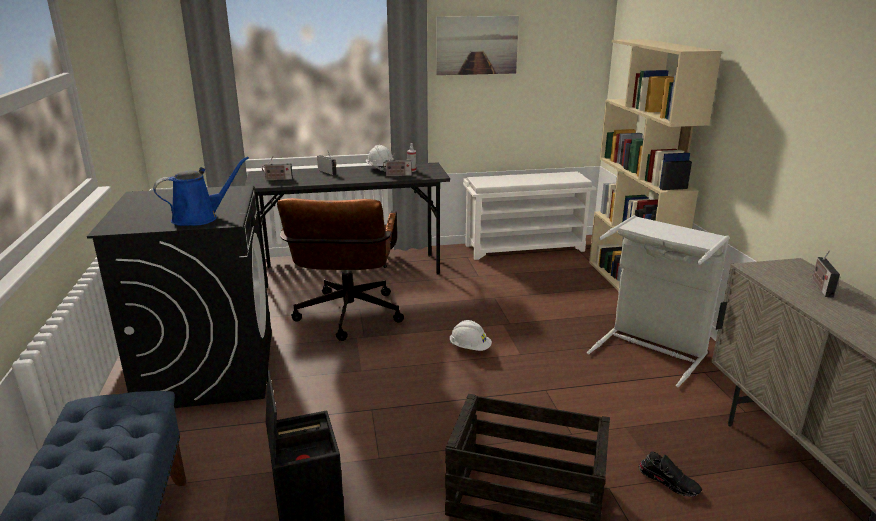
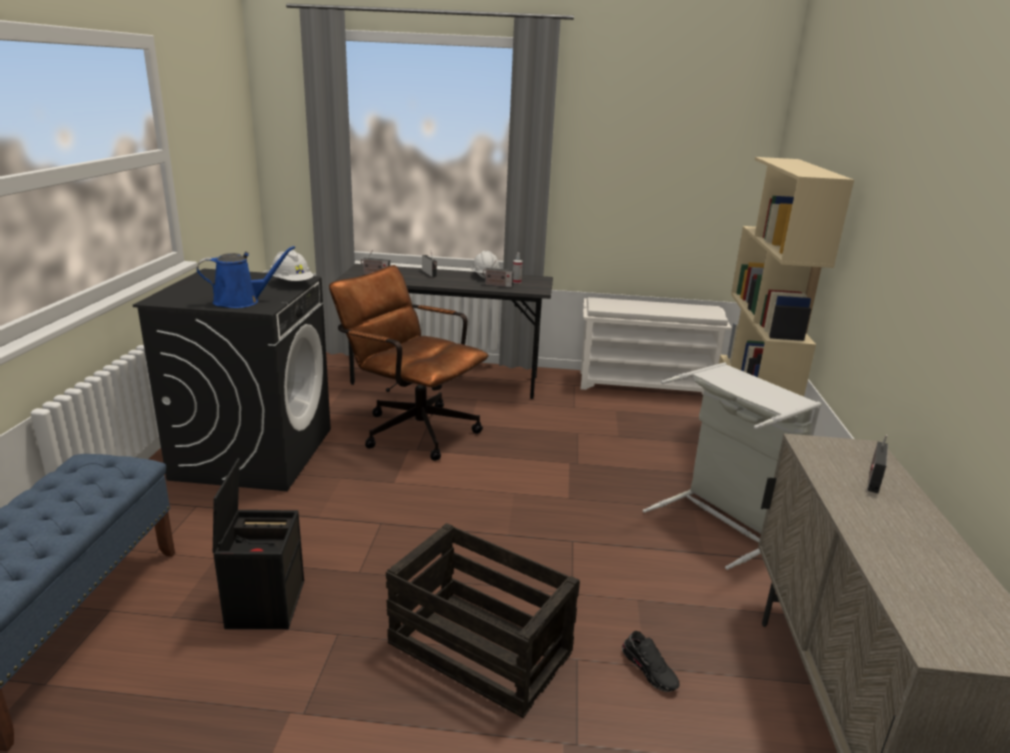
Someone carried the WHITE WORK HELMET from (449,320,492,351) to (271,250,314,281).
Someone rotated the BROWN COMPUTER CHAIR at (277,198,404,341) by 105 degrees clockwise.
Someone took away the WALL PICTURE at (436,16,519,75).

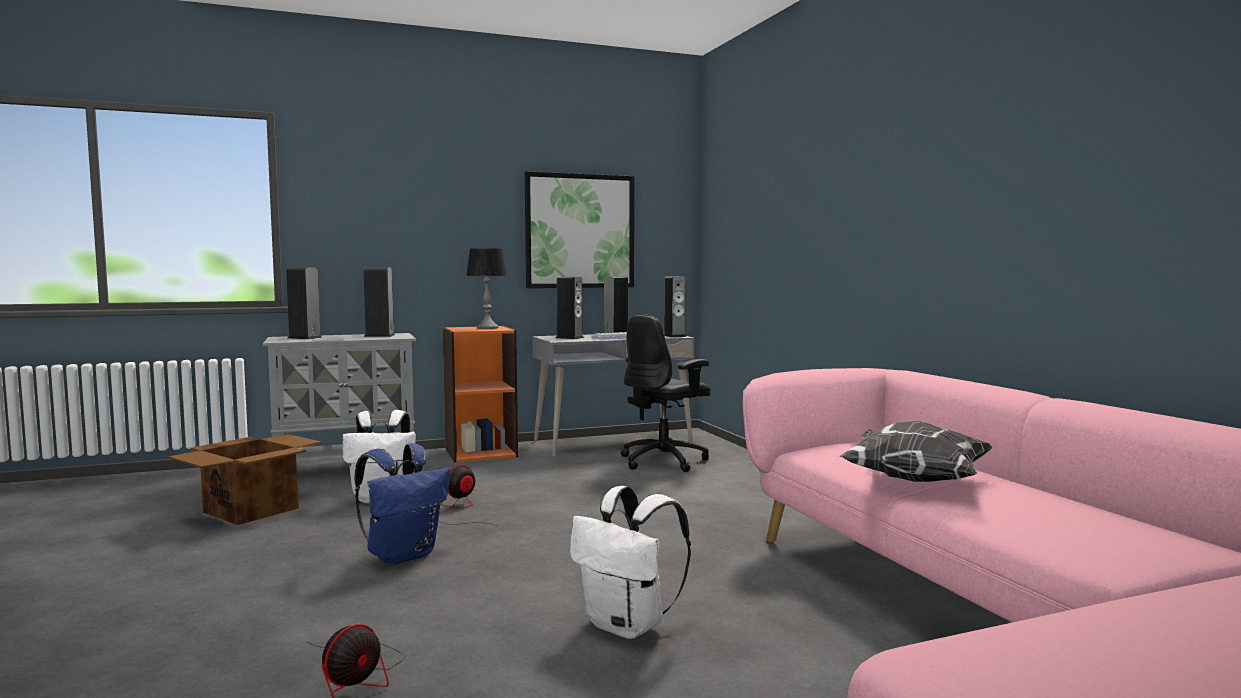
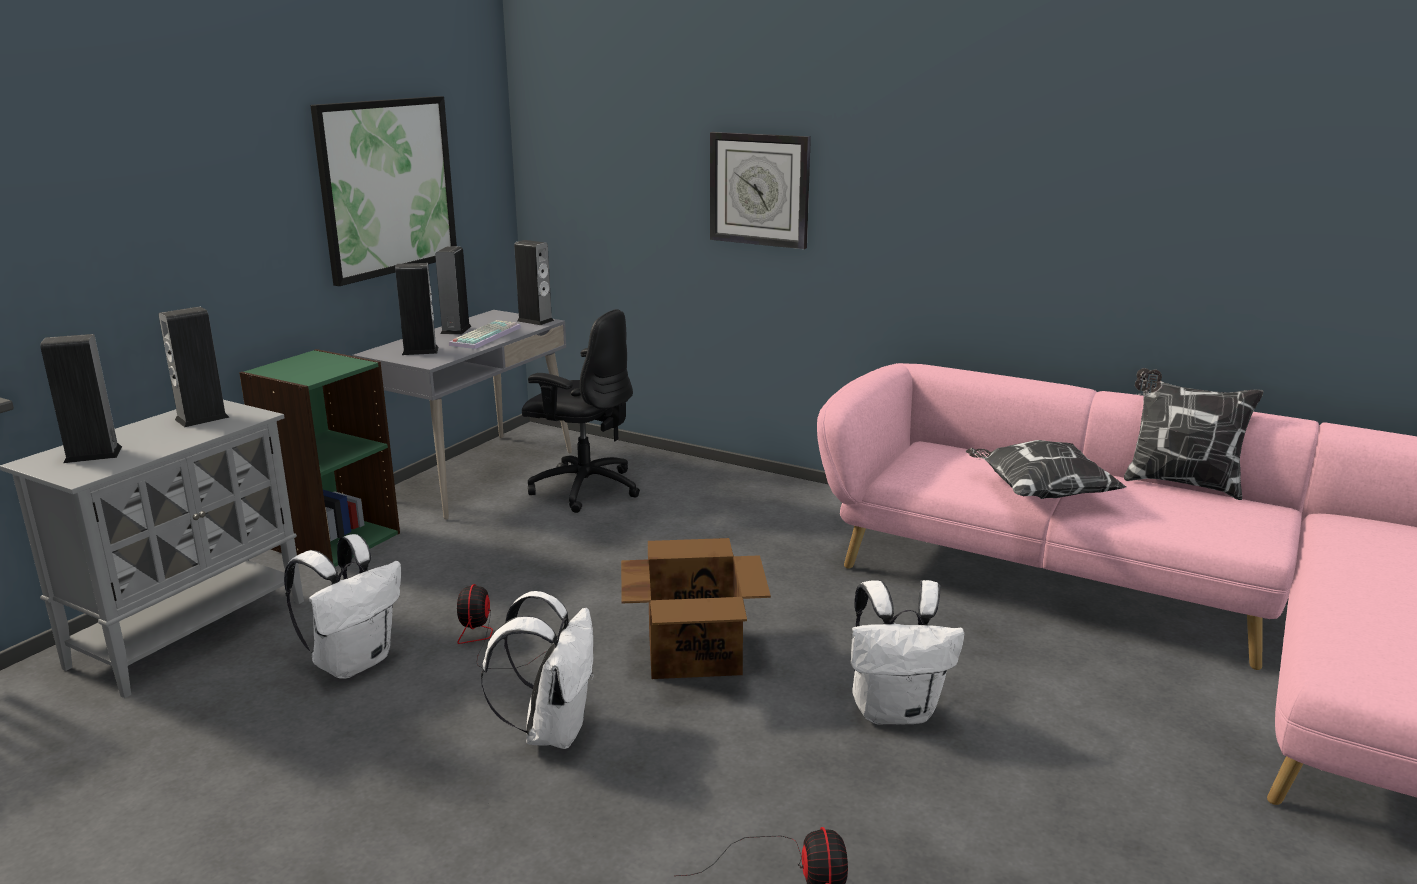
Someone repainted the ORANGE-COLOURED SHELVING UNIT at (443,326,518,463), which became the GREENISH SHELVING UNIT at (239,349,400,567).
Someone repainted the BLUISH RUCKSACK at (355,443,450,565), which became the WHITE RUCKSACK at (481,591,594,749).
Someone rotated the BLACK COMPUTER CHAIR at (621,314,711,472) by 75 degrees counterclockwise.
Someone carried the CARTON from (168,434,322,525) to (621,538,771,679).
Someone put up the HANGING CLOCK at (710,132,811,249).
Someone put down the CUSHION at (1124,368,1264,500).
Someone took away the LAMP FOR A TABLE at (466,248,507,329).

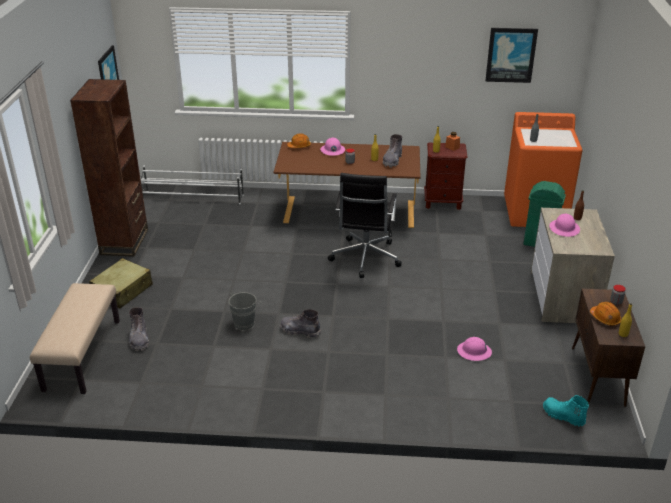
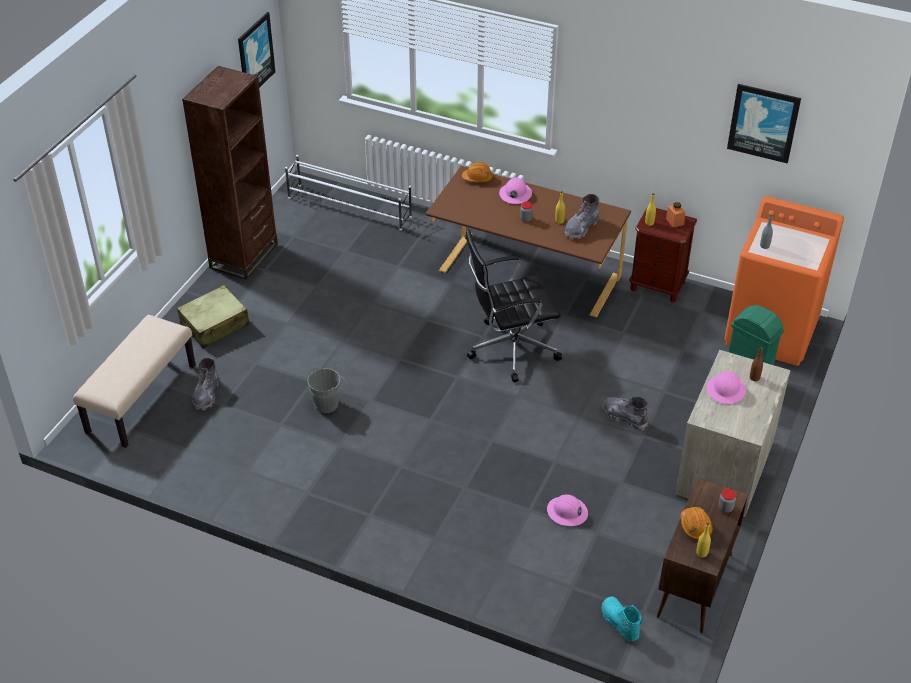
Someone rotated the BLACK COMPUTER CHAIR at (328,173,402,278) by 45 degrees clockwise.
Someone carried the GREY BOOT from (280,309,321,338) to (603,396,648,431).

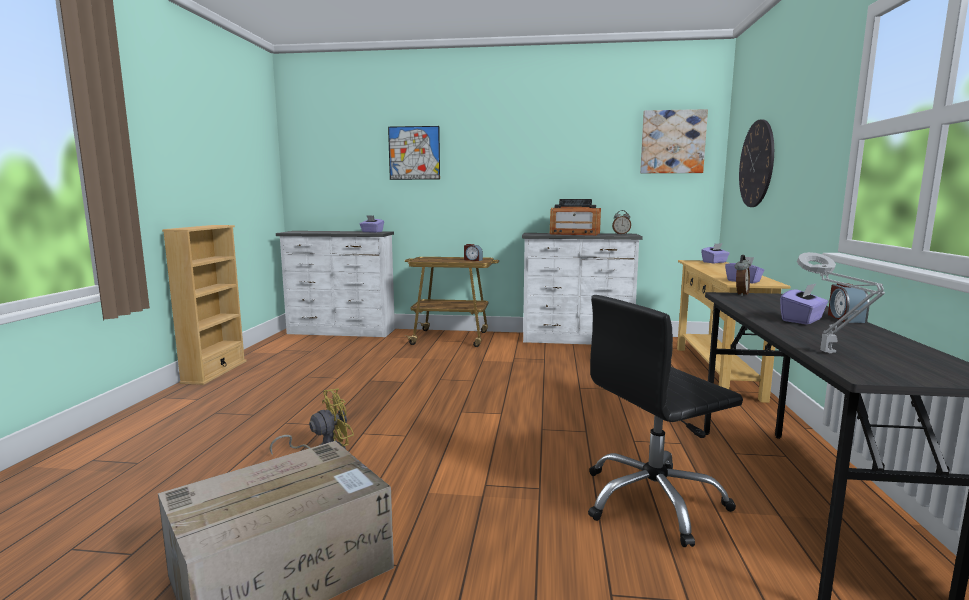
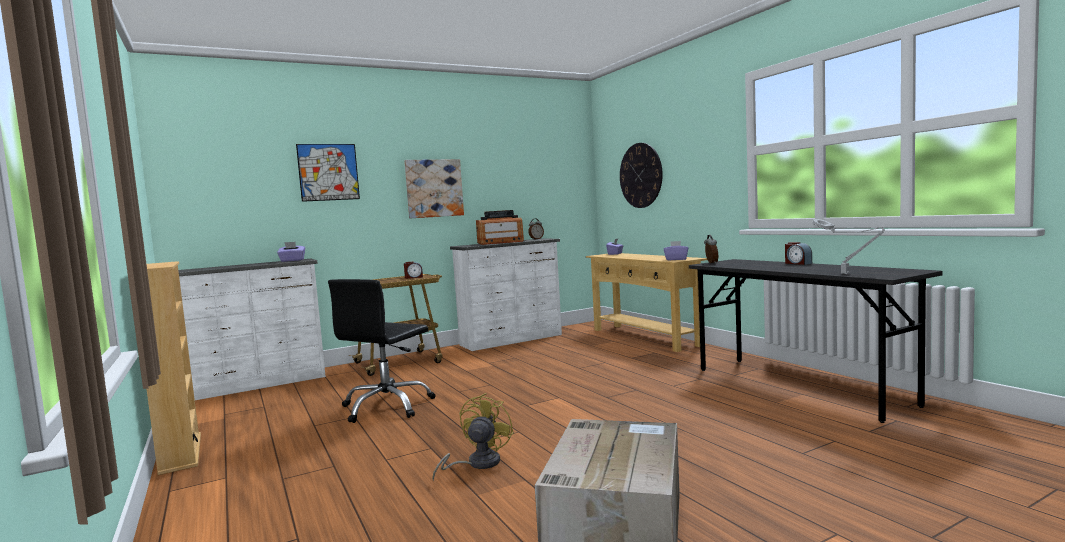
Someone carried the BLACK COMPUTER CHAIR from (588,295,743,547) to (328,279,436,423).
Someone carried the WALL PICTURE from (640,109,708,173) to (404,159,464,218).
Someone took away the PURPLE BOX OF TISSUES at (780,283,828,325).

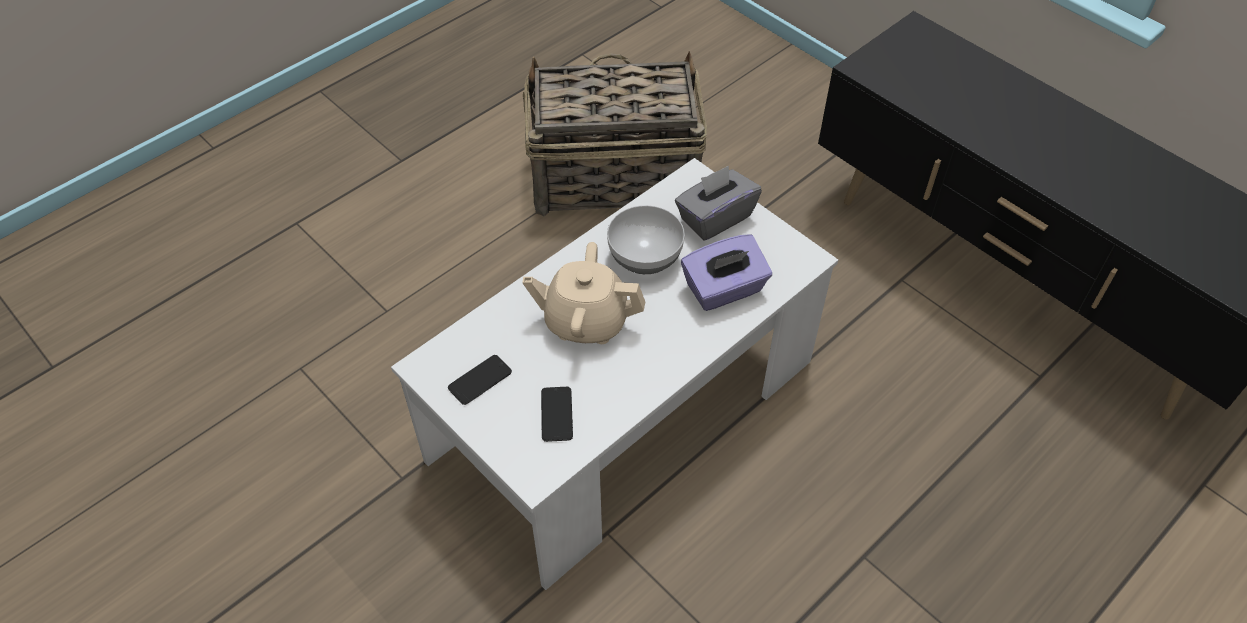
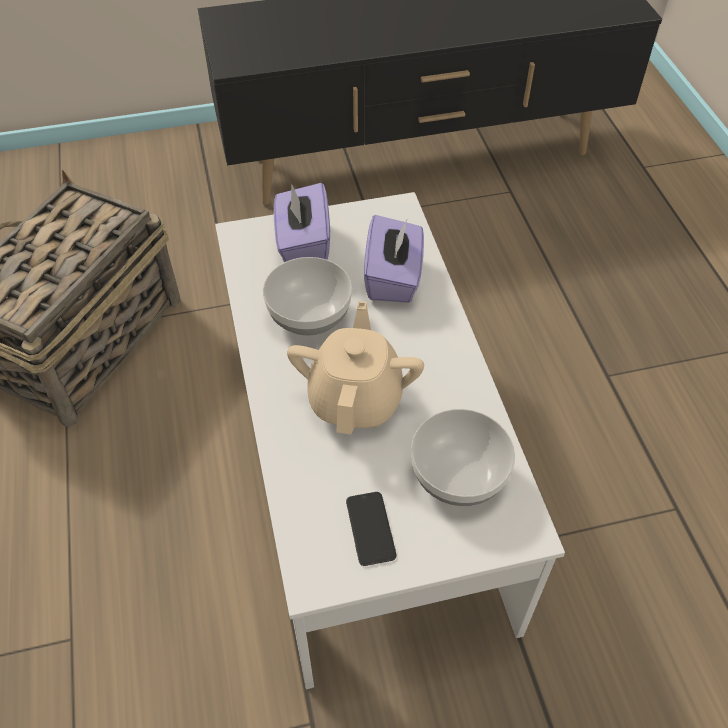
Someone repainted the GREY BOX OF TISSUES at (675,165,762,240), which became the PURPLE BOX OF TISSUES at (274,183,330,262).
Someone rotated the SAND-COLOURED TEAPOT at (522,242,645,344) by 150 degrees clockwise.
Someone swapped the PHONE at (541,387,573,442) for the DEEP DISH at (411,409,515,506).

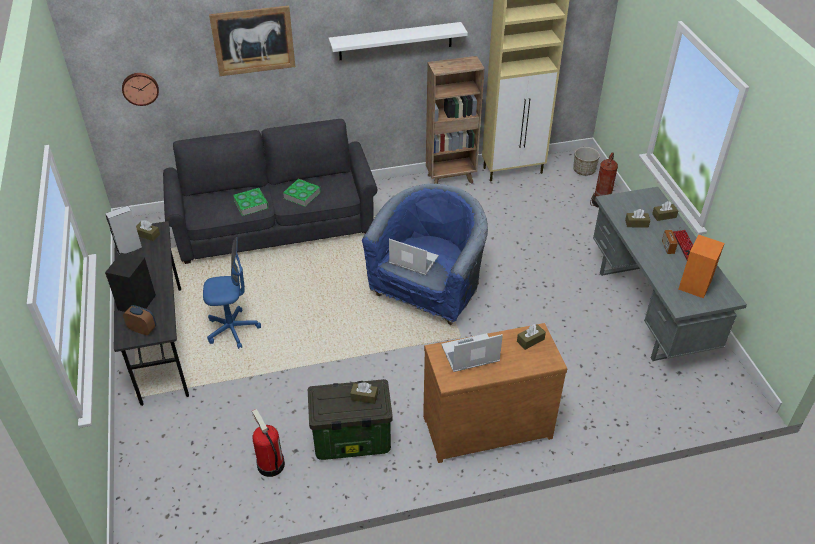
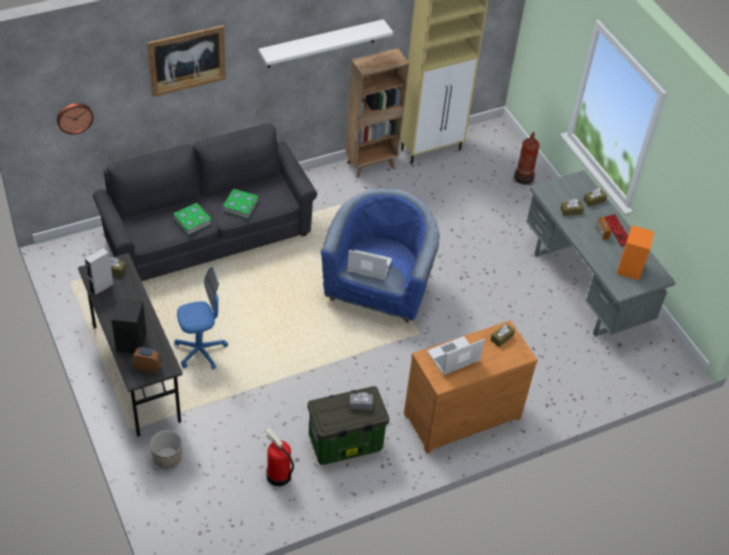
Someone carried the PLANTER from (573,147,600,176) to (150,430,182,469).
Someone repainted the BROWN BOX OF TISSUES at (350,382,378,404), which became the GREY BOX OF TISSUES at (350,392,373,410).

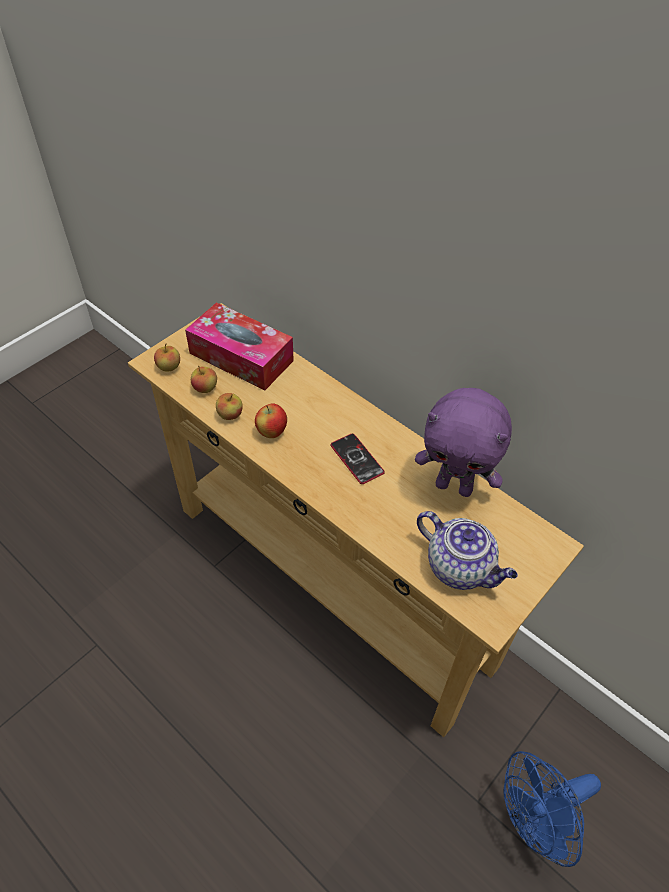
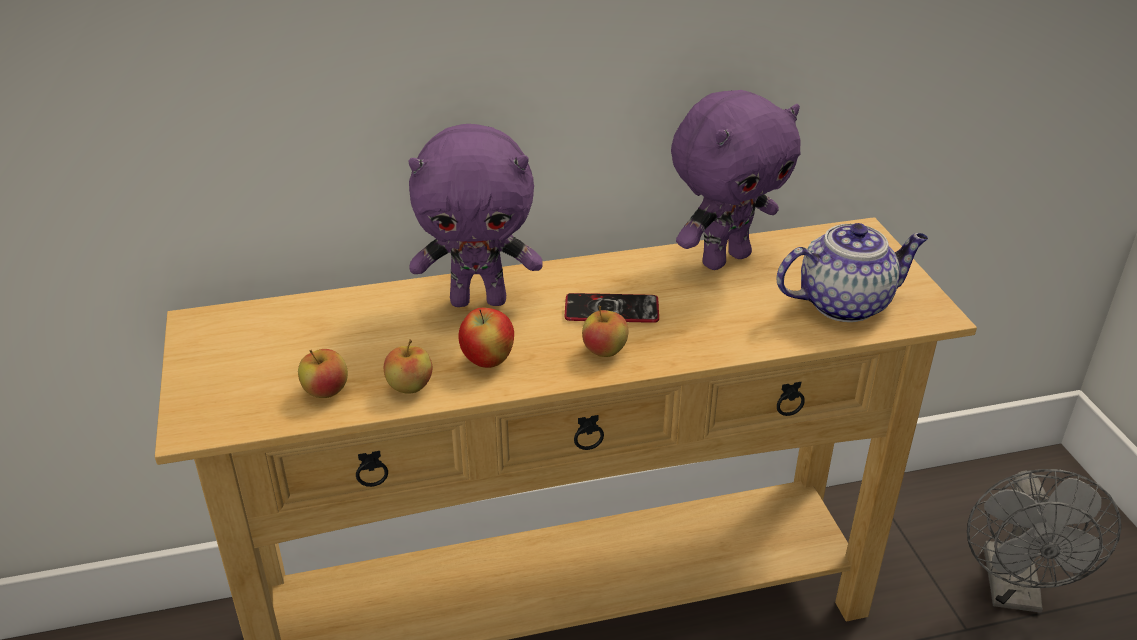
Someone put down the PURPLE SOFT TOY at (408,124,543,307).
Someone carried the WHOLE APPLE from (154,343,180,371) to (582,306,628,357).
Someone repainted the BLUISH FAN at (503,751,601,867), which became the GREY FAN at (967,469,1121,613).
Someone took away the BOX OF TISSUES at (185,302,294,391).

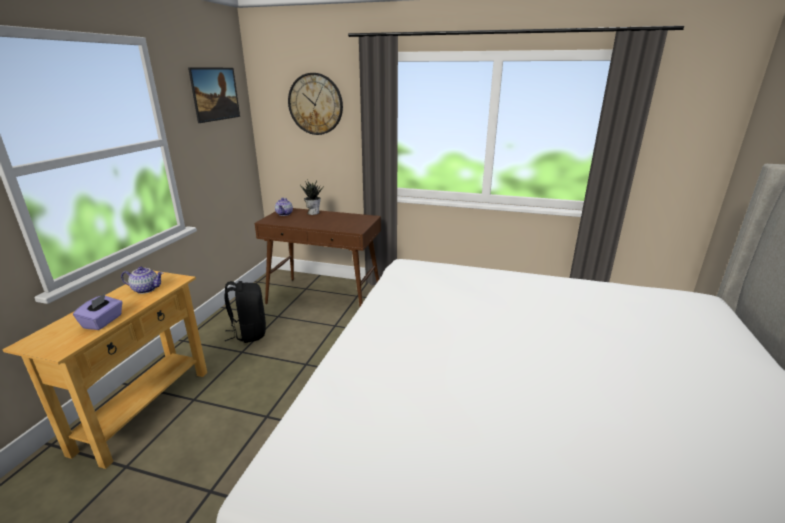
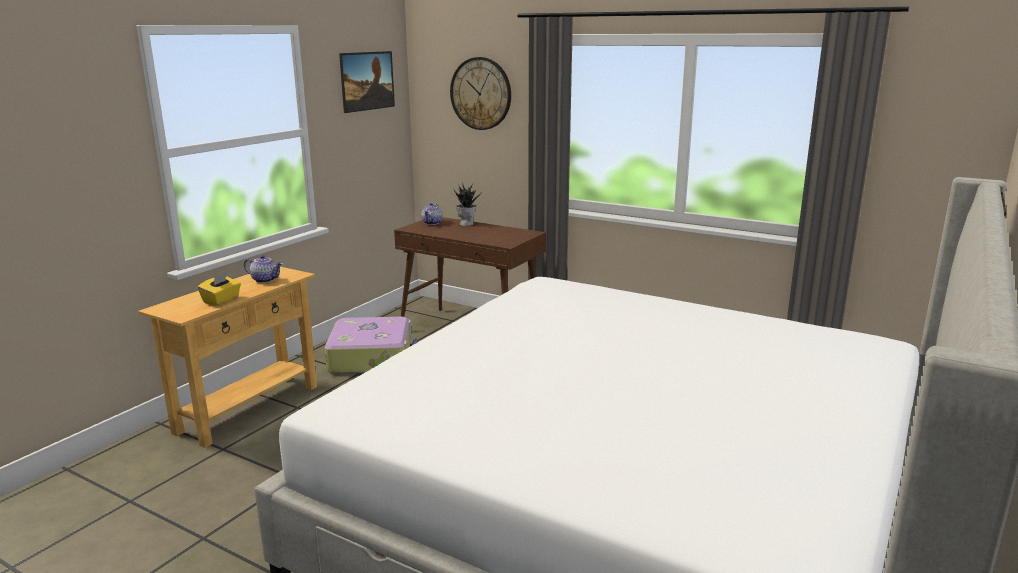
Someone repainted the PURPLE BOX OF TISSUES at (73,294,123,330), which became the YELLOW-COLOURED BOX OF TISSUES at (198,272,241,306).
Someone swapped the BLACK RUCKSACK at (225,281,266,343) for the PIECE OF LUGGAGE at (325,317,418,374).

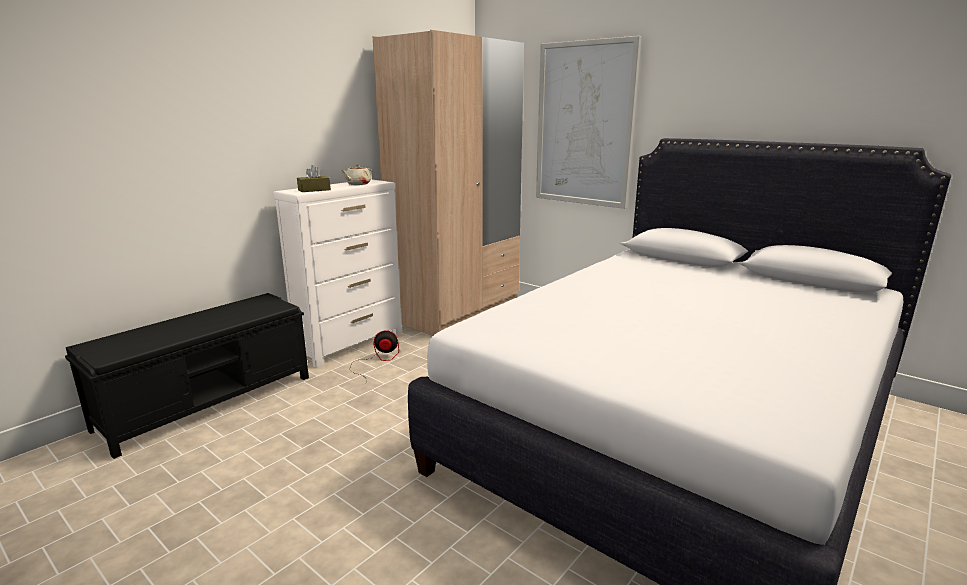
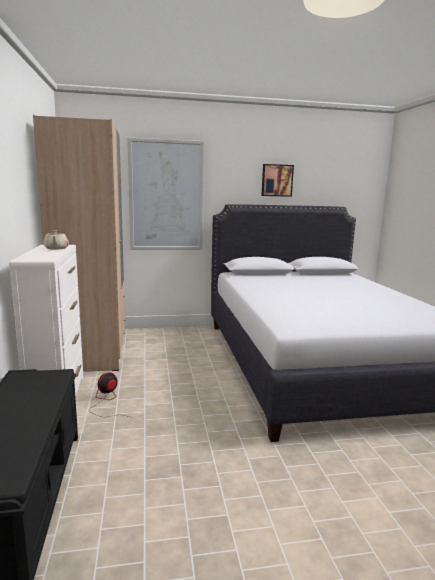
Someone put up the WALL PICTURE at (261,164,294,197).
Someone took away the BROWN BOX OF TISSUES at (297,165,331,192).

